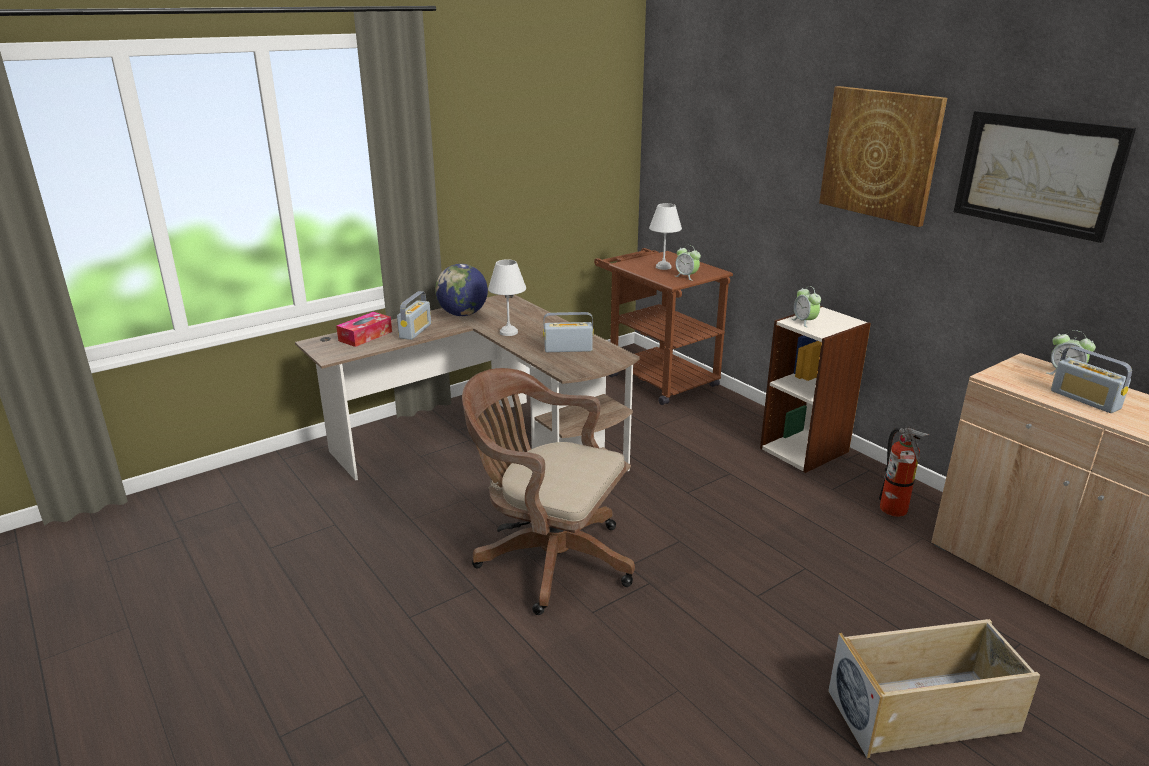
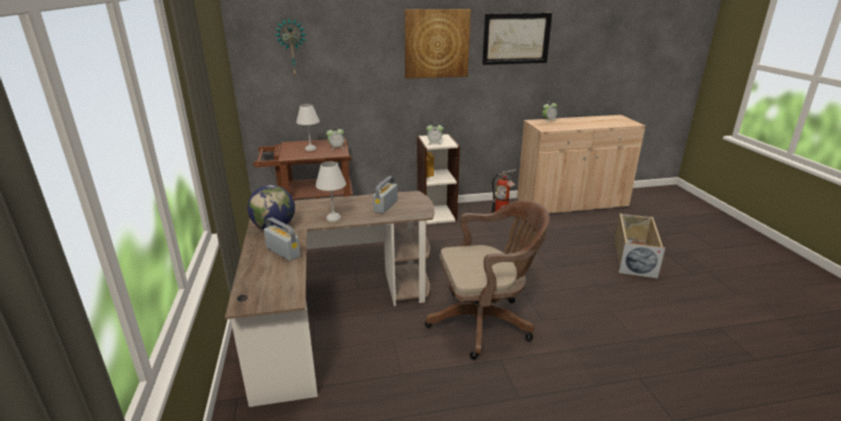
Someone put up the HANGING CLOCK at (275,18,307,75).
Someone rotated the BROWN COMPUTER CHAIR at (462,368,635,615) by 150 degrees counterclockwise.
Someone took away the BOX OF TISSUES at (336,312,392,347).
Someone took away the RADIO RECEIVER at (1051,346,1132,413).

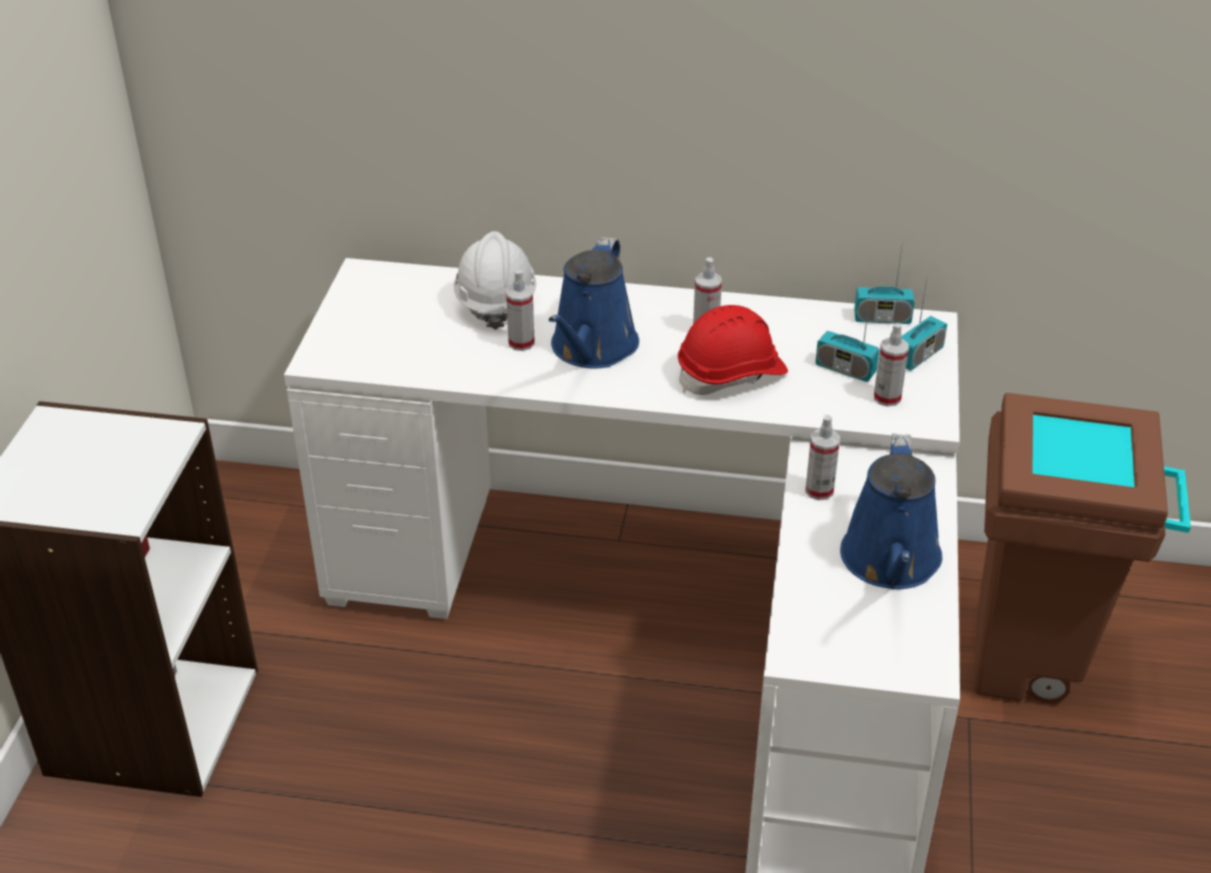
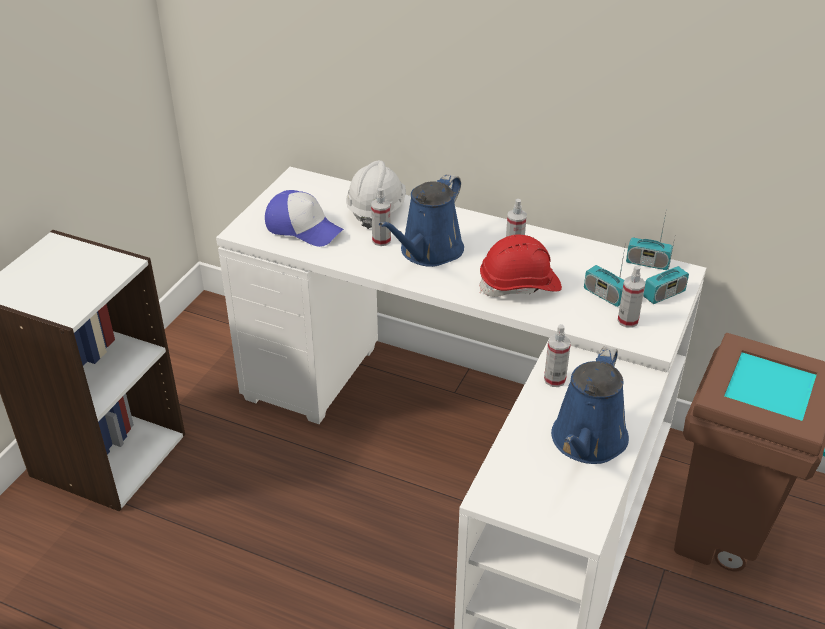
Someone put down the BASEBALL CAP at (265,190,344,247).

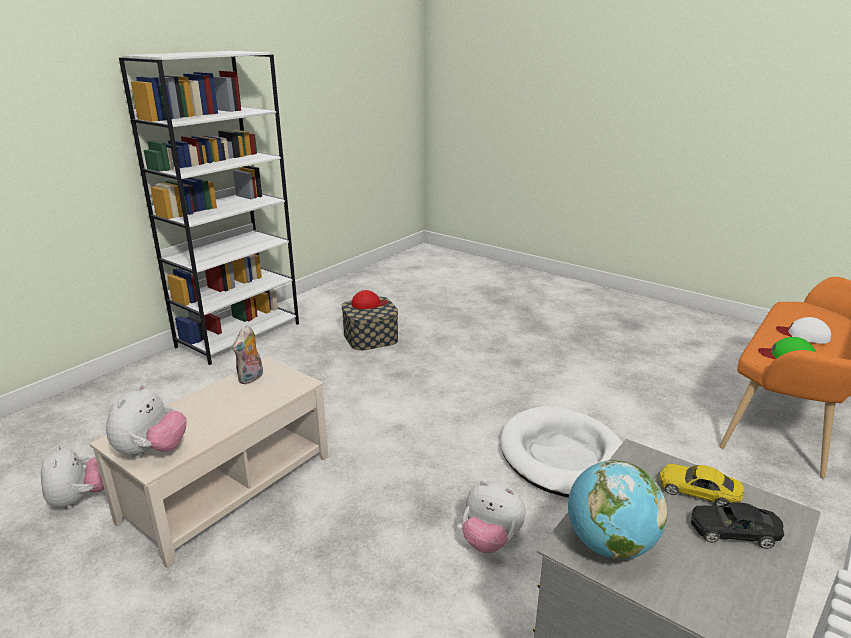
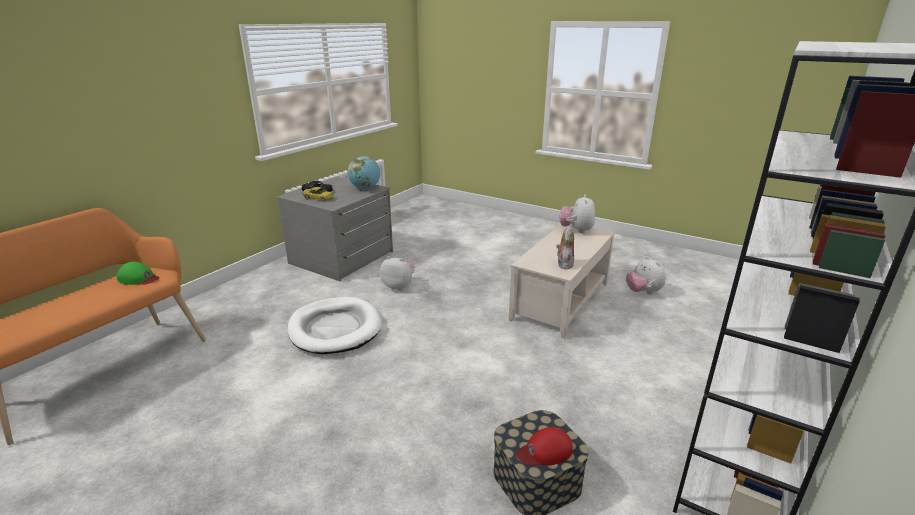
Someone took away the WHITE BASEBALL CAP at (776,317,831,344).

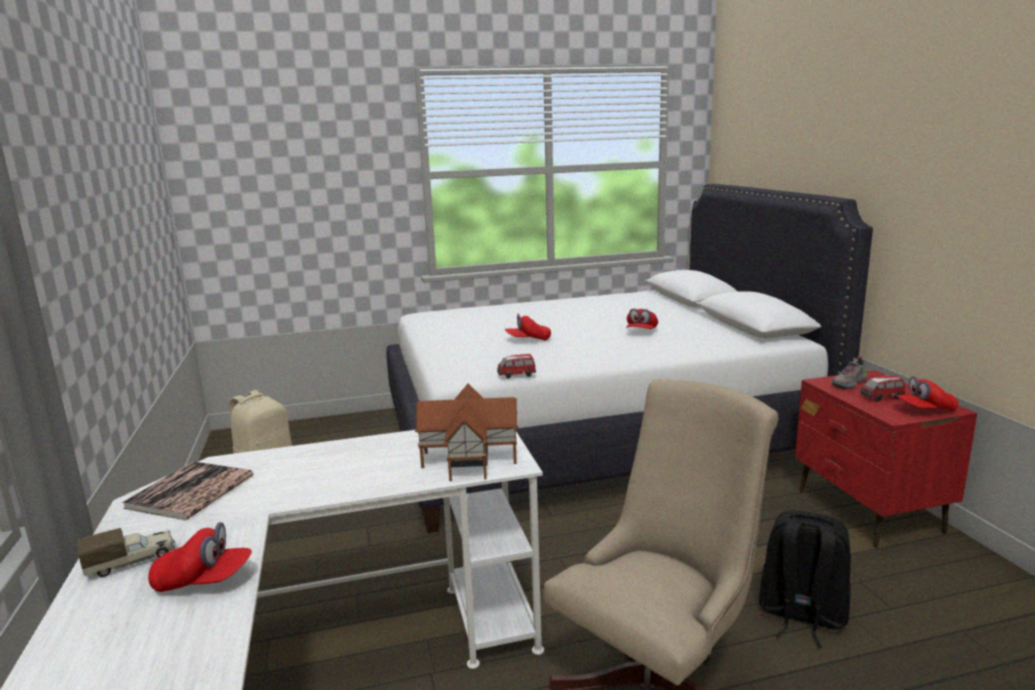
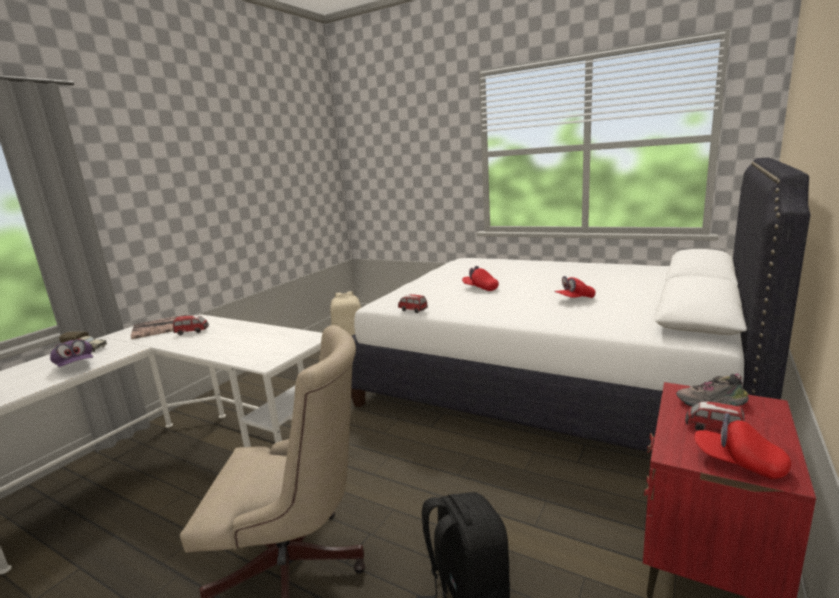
Someone repainted the REDDISH BASEBALL CAP at (148,522,252,592), which became the PURPLE BASEBALL CAP at (50,339,93,367).
Someone put down the MODEL CAR at (173,315,209,335).
Someone took away the MINIATURE HOUSE at (415,383,518,481).

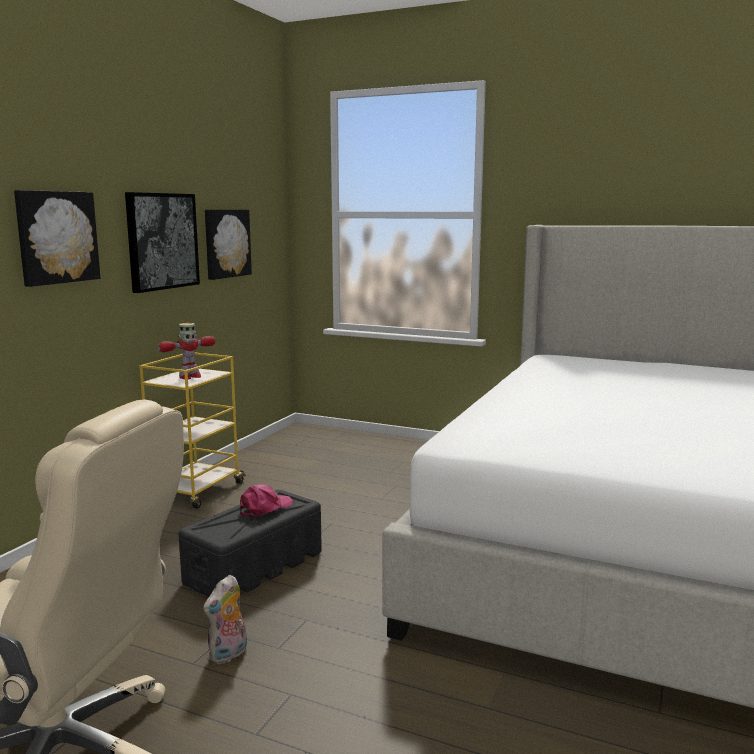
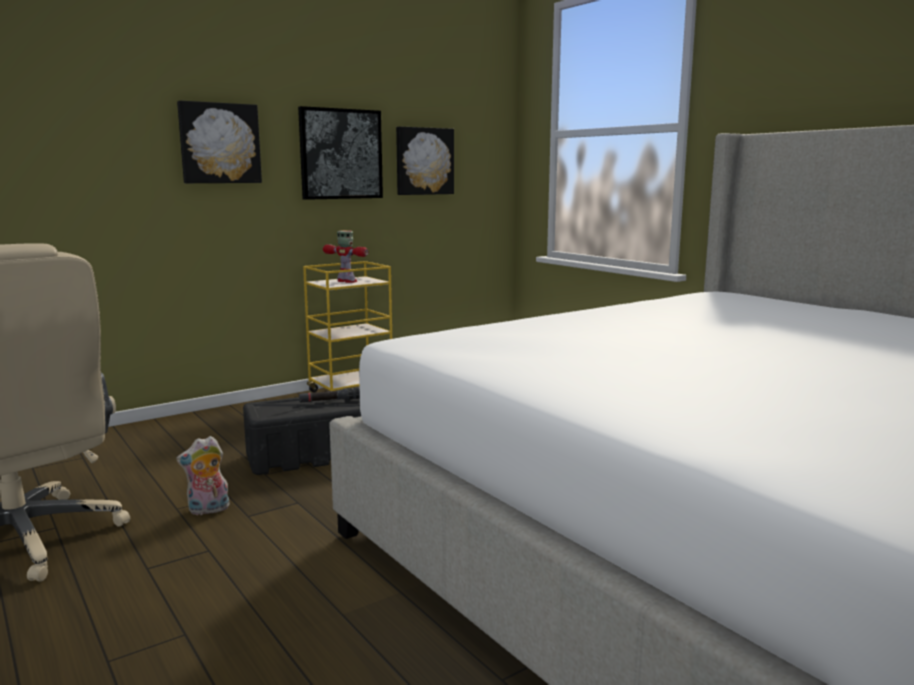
Someone swapped the PINK BASEBALL CAP at (240,484,293,518) for the BLACK FLASHLIGHT at (299,387,360,403).
Someone rotated the TOY ROBOT at (157,323,215,379) by 135 degrees counterclockwise.

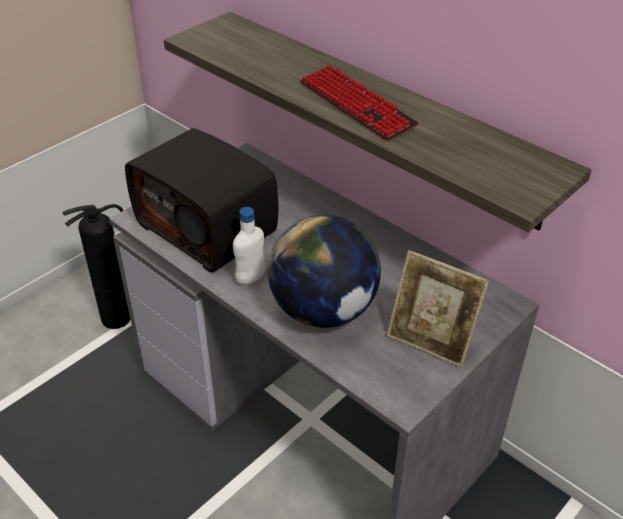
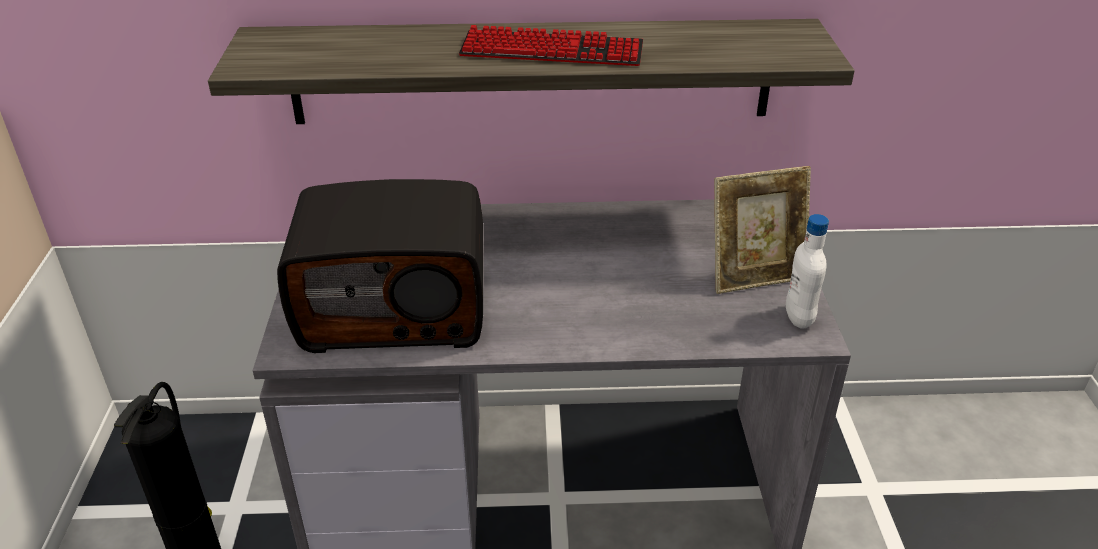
Someone carried the WHITE BEVERAGE BOTTLE from (233,207,266,285) to (786,214,829,329).
Someone took away the WORLD GLOBE at (268,215,381,328).

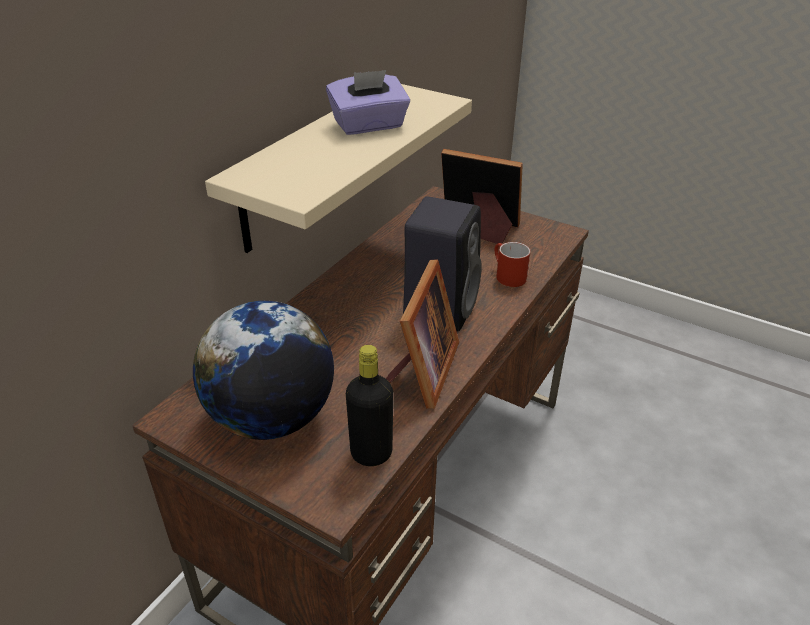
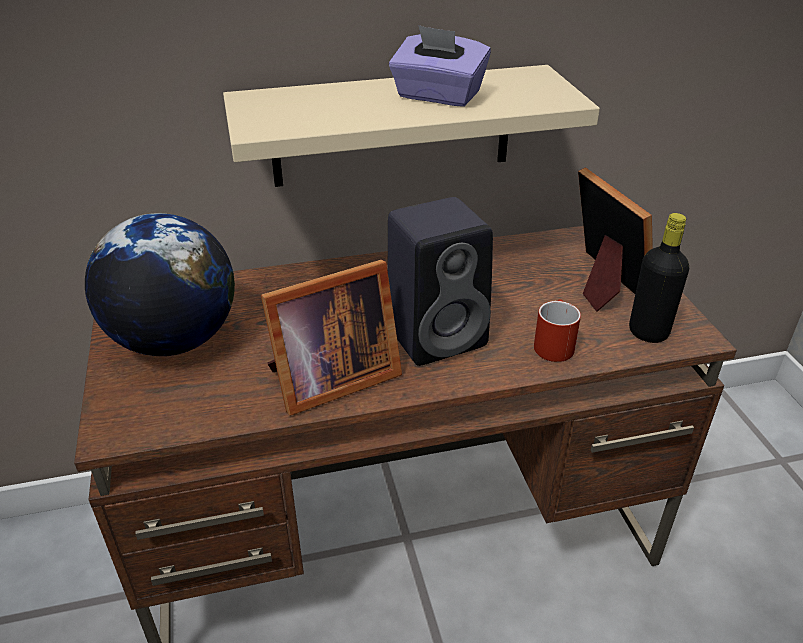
Someone carried the BLACK BEVERAGE BOTTLE from (346,345,393,466) to (629,213,689,343).

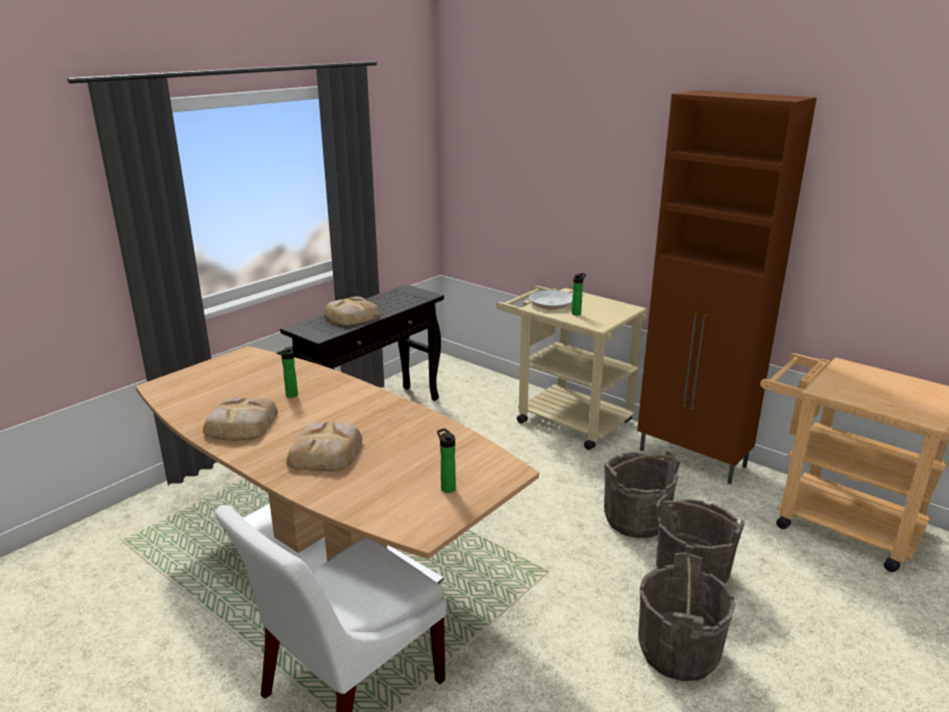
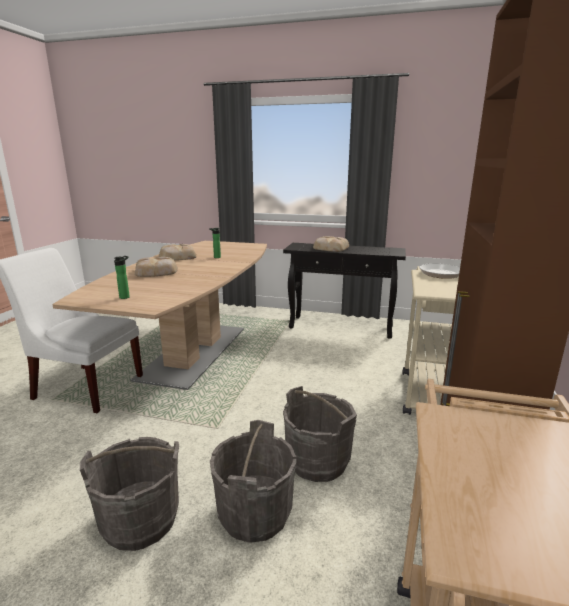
Someone took away the BEVERAGE BOTTLE at (572,273,586,316).

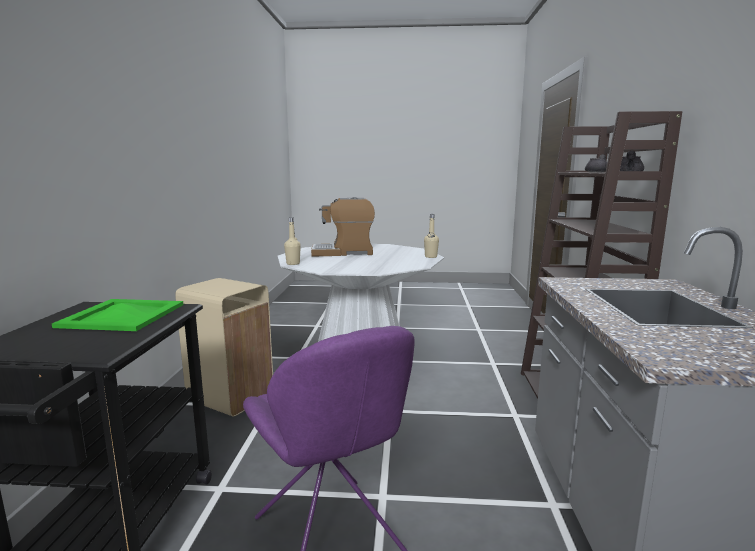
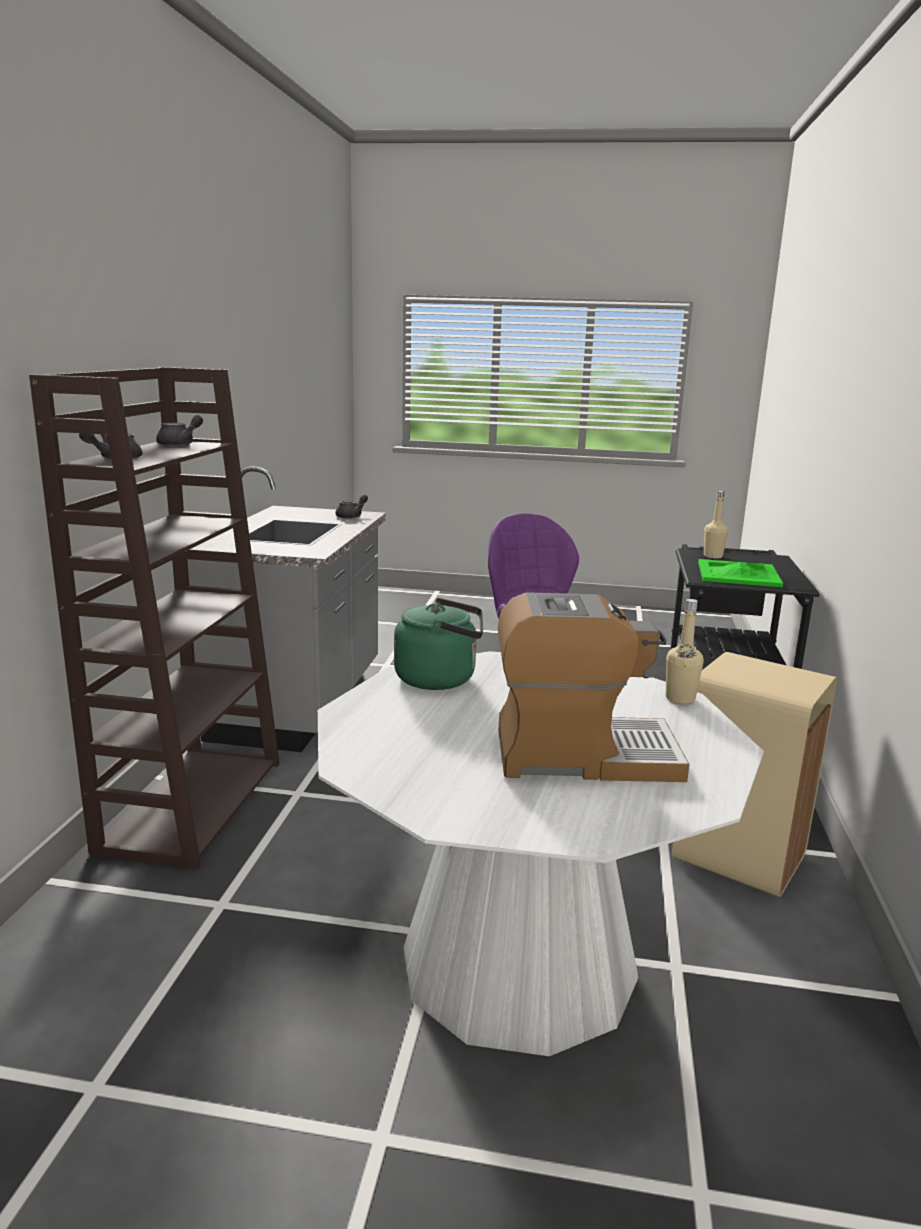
Someone put down the GREY TEAPOT at (335,494,368,519).
Someone put down the GREENISH KETTLE at (394,598,483,690).
Someone carried the SAND-COLOURED BEVERAGE BOTTLE from (424,214,439,258) to (704,491,728,559).

